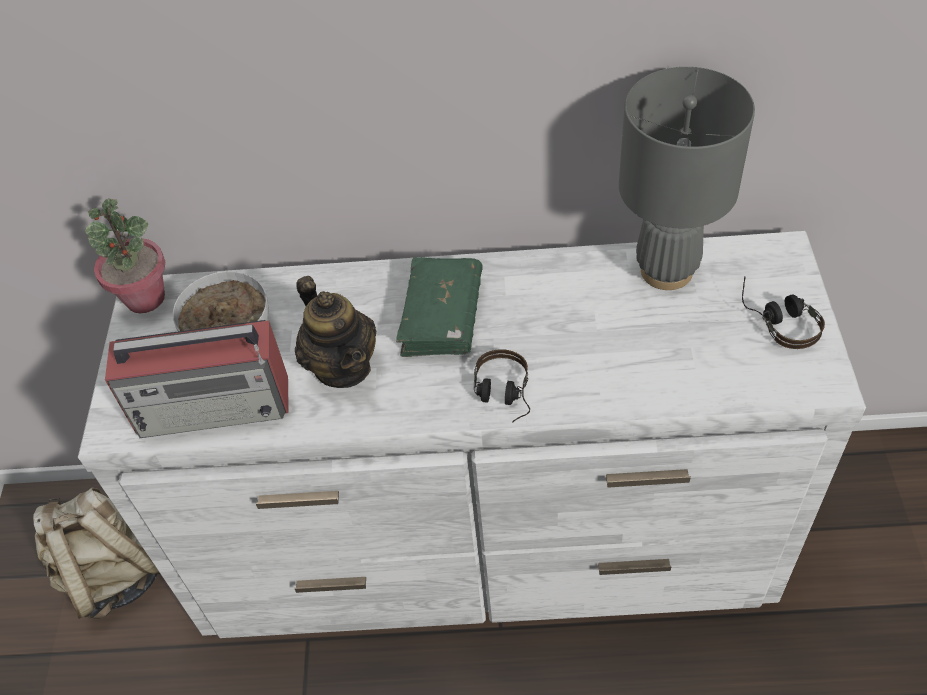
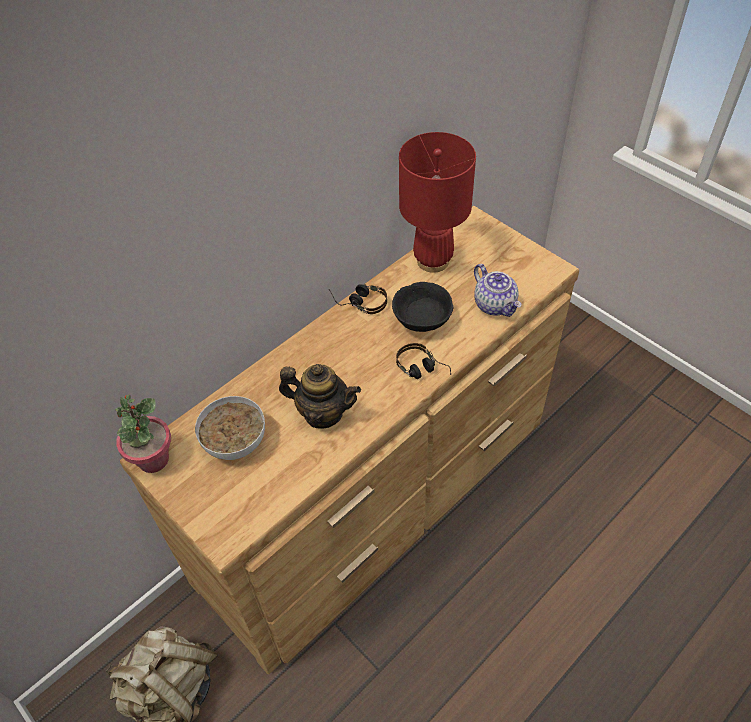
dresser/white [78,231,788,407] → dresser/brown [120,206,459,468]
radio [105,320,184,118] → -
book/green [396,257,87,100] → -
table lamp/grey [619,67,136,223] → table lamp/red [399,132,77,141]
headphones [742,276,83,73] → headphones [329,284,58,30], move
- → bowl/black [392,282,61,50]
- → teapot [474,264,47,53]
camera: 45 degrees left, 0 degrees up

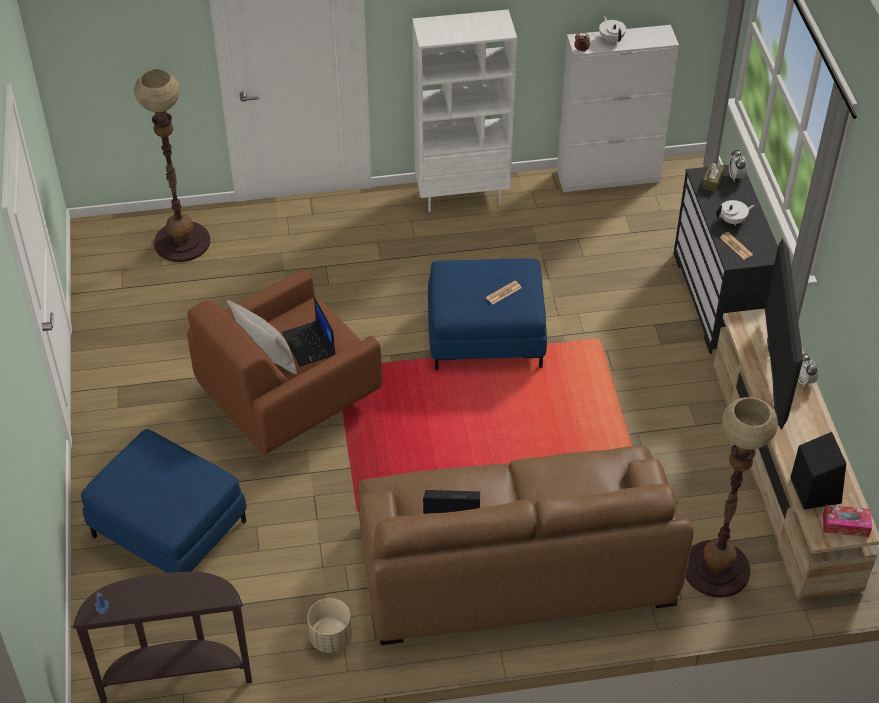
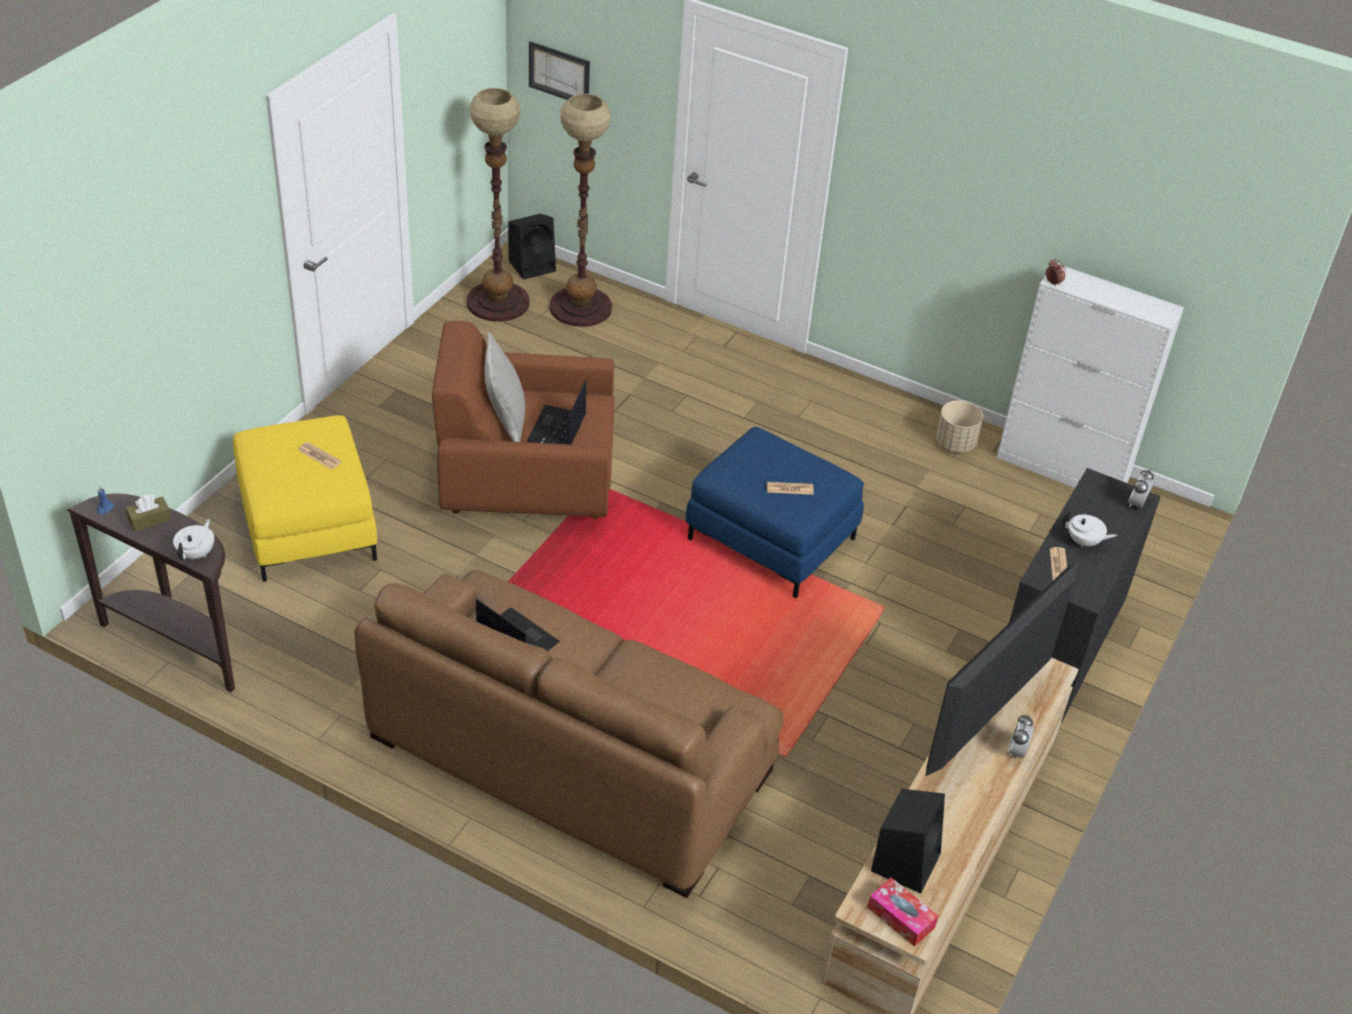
ottoman/blue [81,429,165,144] → ottoman/yellow [233,415,144,167]
planter/beige [307,598,45,55] → planter/beige [936,400,47,53], move
bookcase/white [412,10,105,202] → -
teapot/white [599,16,27,27] → teapot/white [173,519,41,42], move
floor lamp [686,397,92,201] → floor lamp [467,88,63,234], move
tissue box/brown [702,163,22,29] → tissue box/brown [126,495,45,37], move
- → newspaper [298,442,44,28]
- → speaker/black [508,214,48,66]
- → picture [529,41,61,59]
camera: 35 degrees right, 5 degrees down

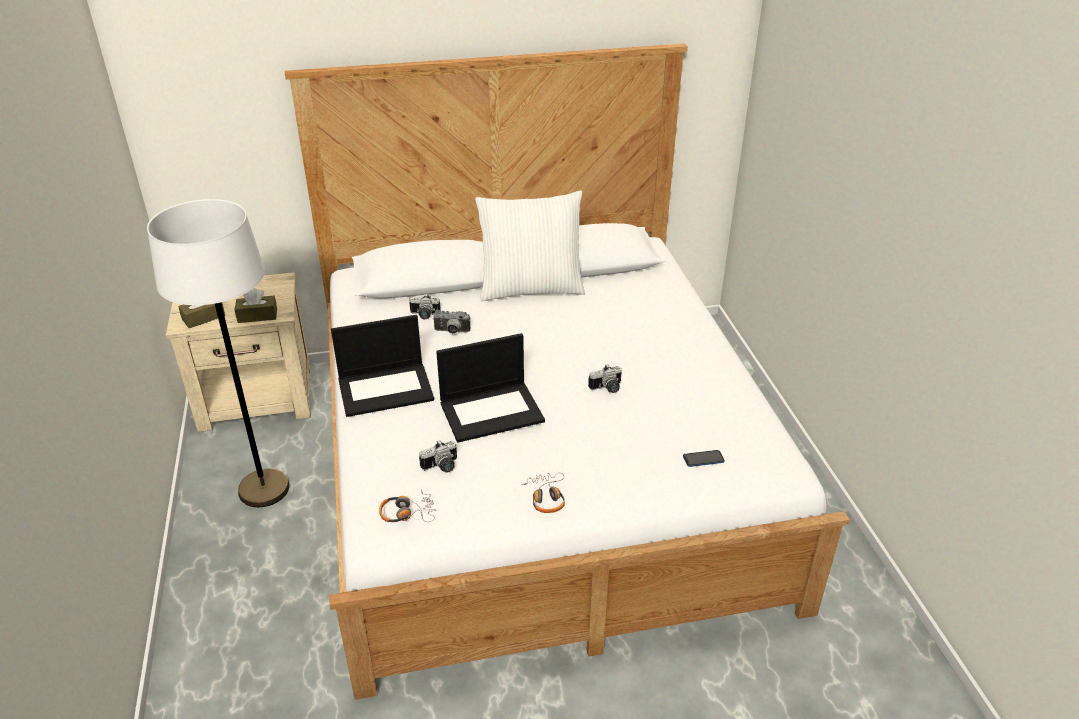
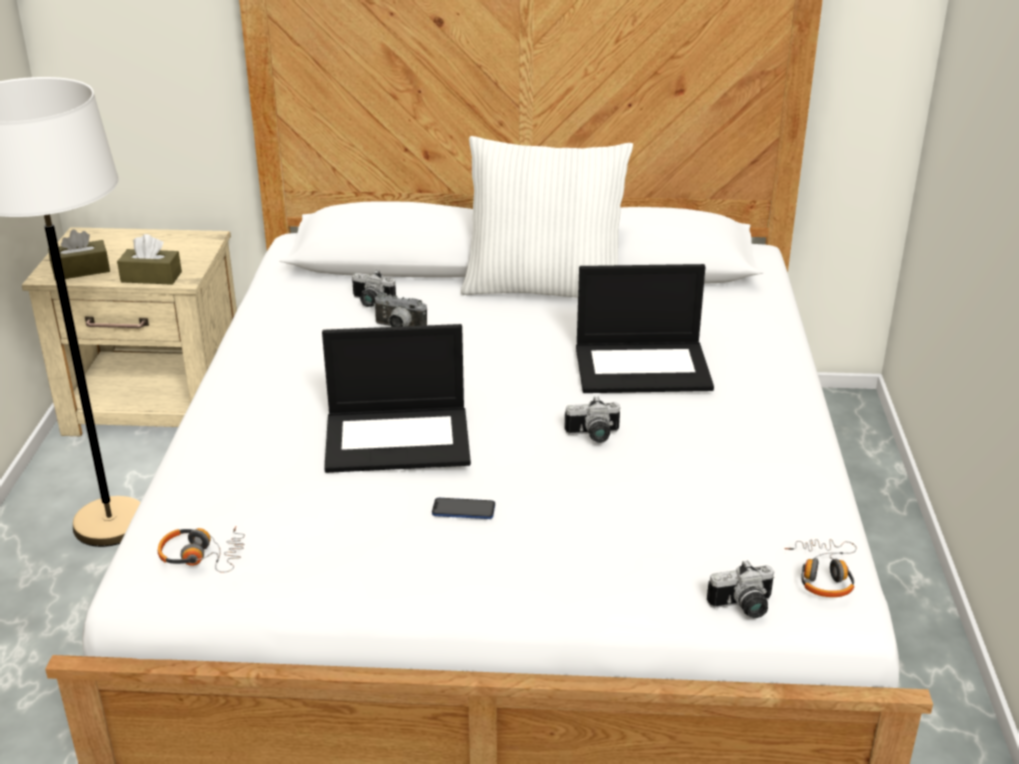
laptop [331,315,103,102] → laptop [576,264,138,129], move
photo camera [419,441,38,32] → photo camera [707,560,67,58], move
headphones [521,472,44,41] → headphones [784,539,73,58], move
phone [683,450,42,17] → phone [432,498,63,21], move
camera: 15 degrees right, 5 degrees down

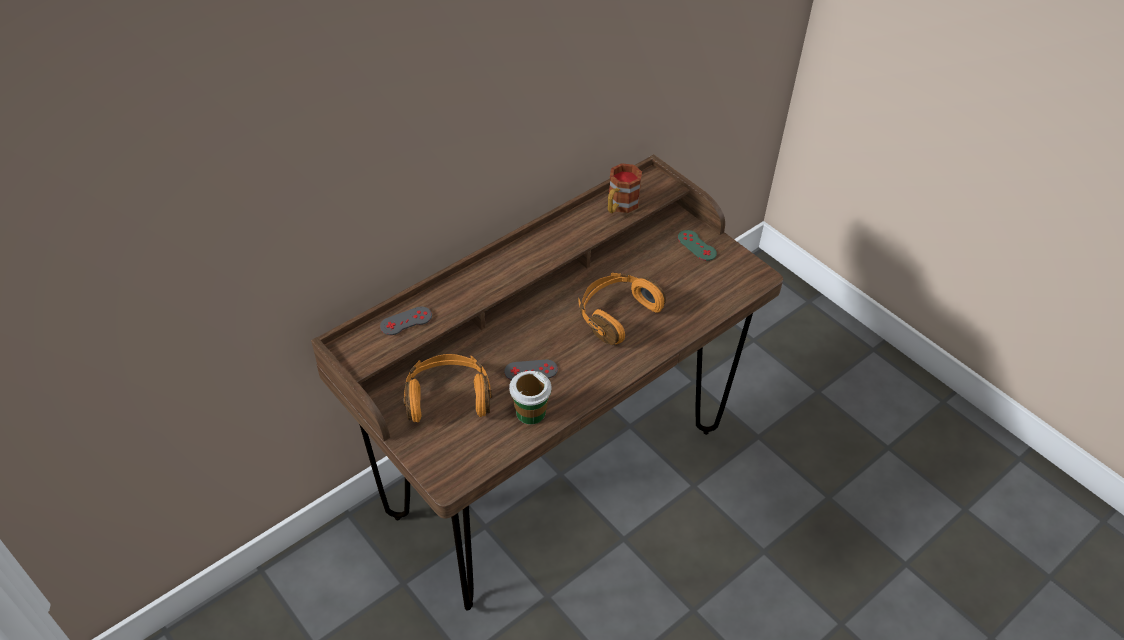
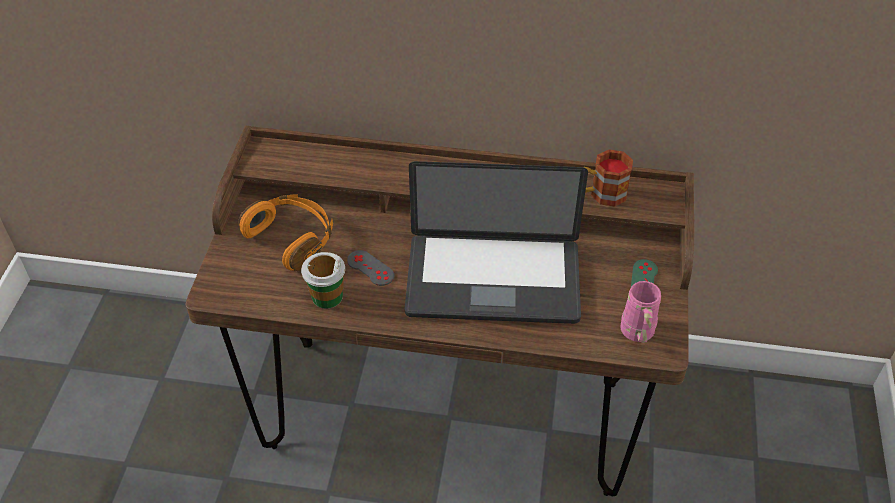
game controller/grey [380,307,52,28] → -
headphones/orange [579,273,87,72] → laptop [405,161,183,163]
- → mug/pink [620,281,41,62]
camera: 50 degrees right, 0 degrees up

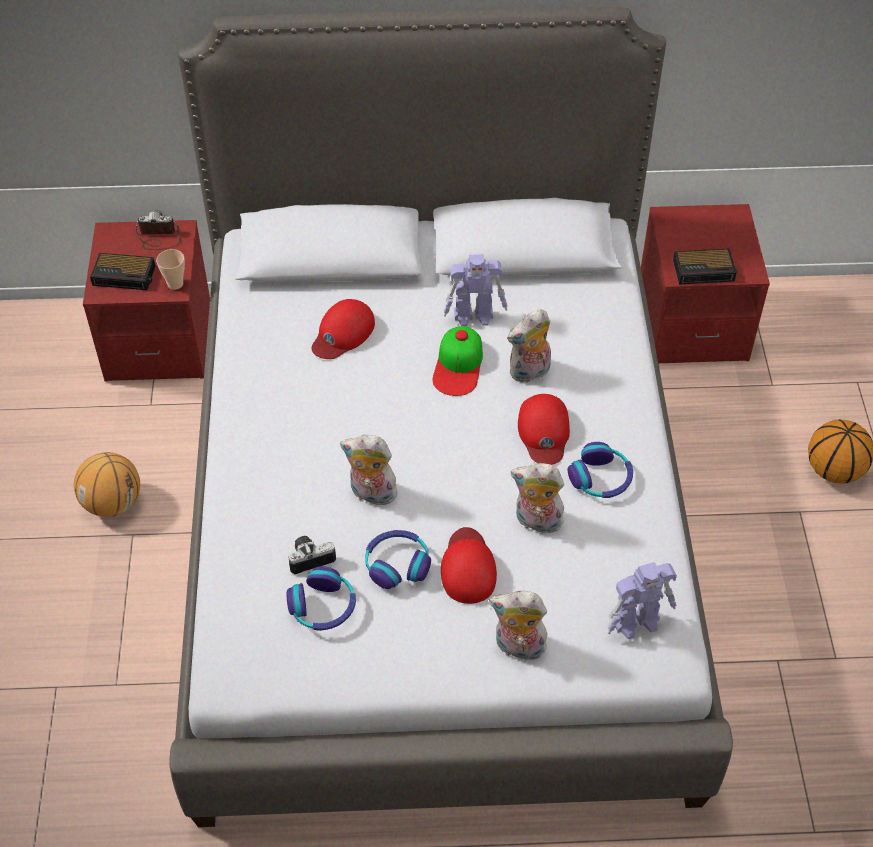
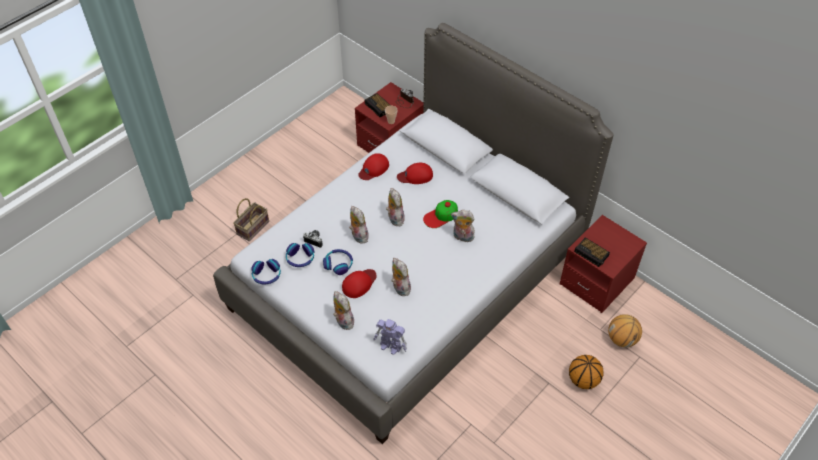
basketball [74,452,66,65] → basketball [608,314,34,33], move
toy robot [444,254,63,72] → -
cap/red [518,394,52,71] → cap/red [358,153,31,27], move
headphones [568,442,65,56] → headphones [251,259,30,26], move
- → basket [233,198,36,43]
- → plush toy [386,188,19,38]
camera: 45 degrees right, 0 degrees up

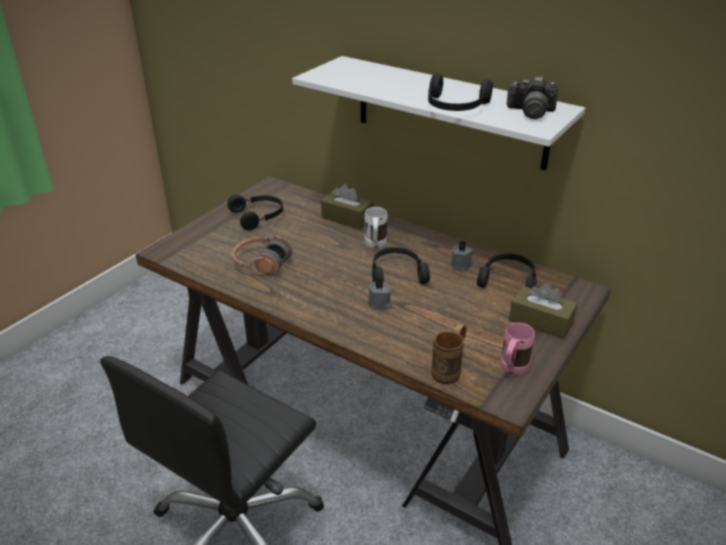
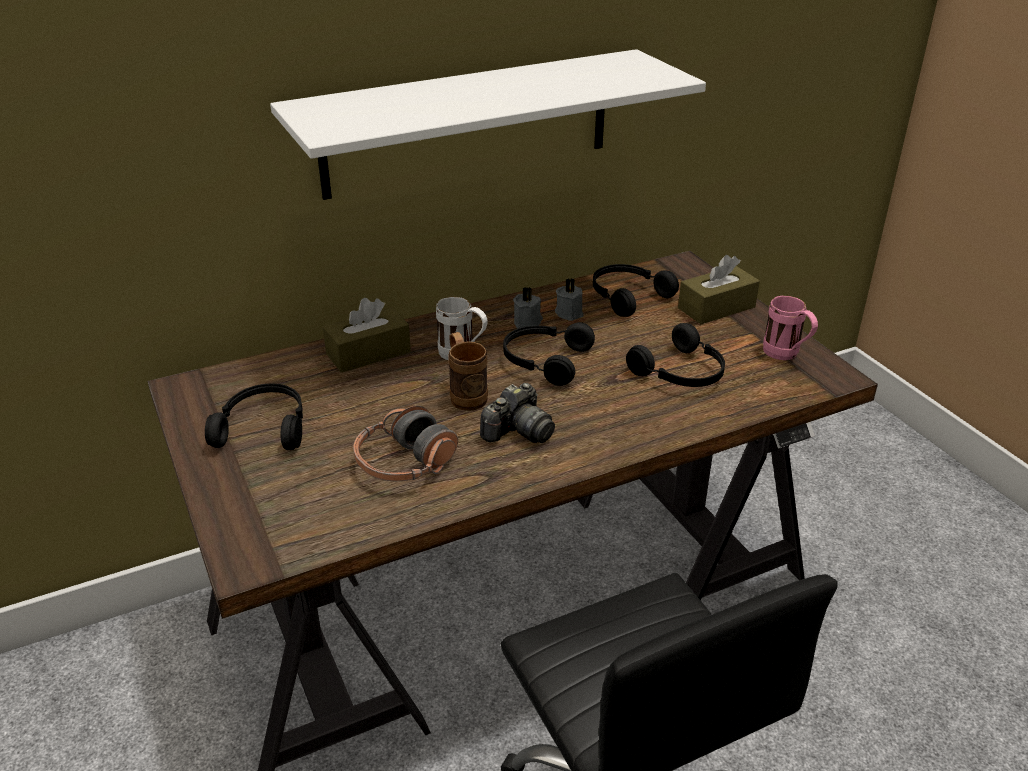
candle/grey [368,277,24,33] → candle/grey [513,287,30,41], move
headphones/black [428,74,65,37] → headphones/black [626,323,99,64], move
mug/brown [431,324,35,60] → mug/brown [448,332,40,79], move
photo camera [506,76,52,43] → photo camera [480,383,75,60], move
camera: 60 degrees left, 0 degrees up

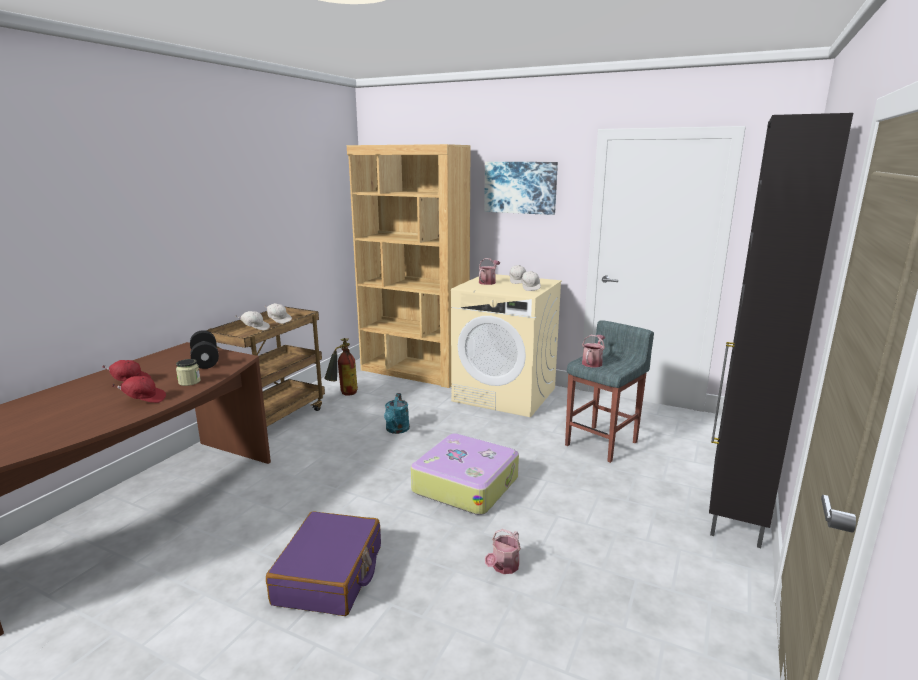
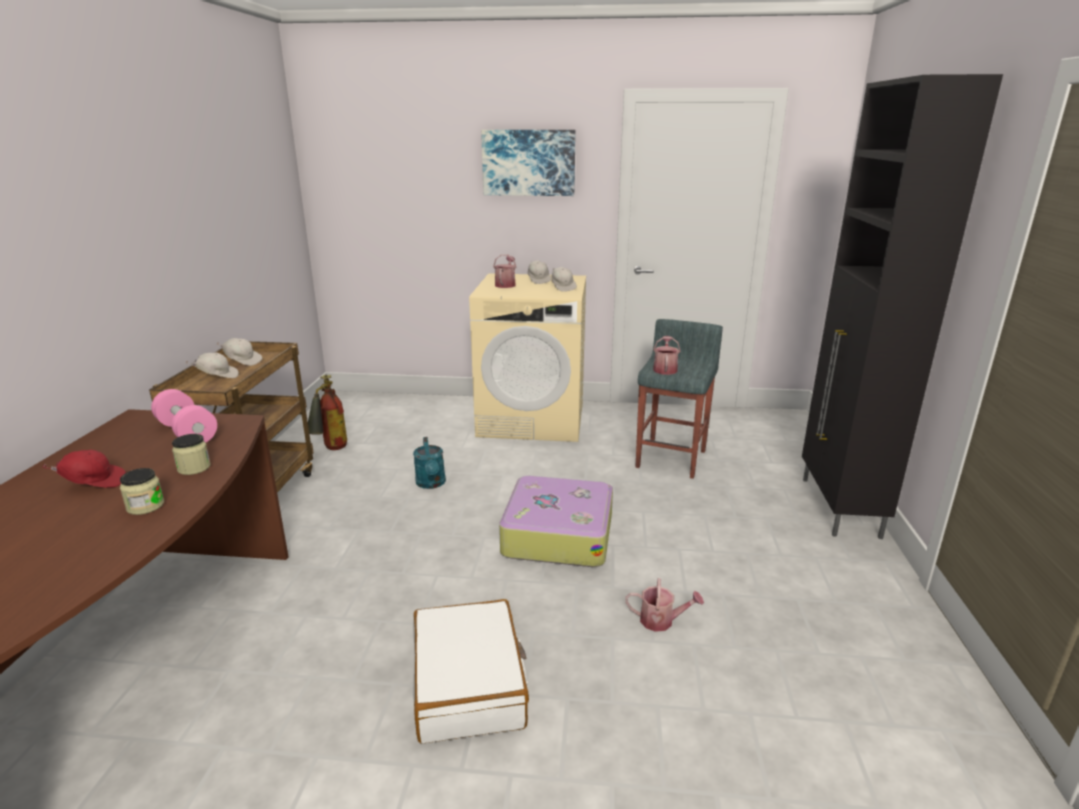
cap/red [112,376,54,27] → jar [120,468,44,47]
dumbbell/black [190,330,29,39] → dumbbell/pink [151,389,66,53]
suitcase/purple [266,511,115,105] → suitcase/white [413,599,116,145]
bookcase/brown [347,144,124,244] → -
watering can [485,529,36,45] → watering can [625,578,79,54], 90 degrees counterclockwise
camera: 20 degrees left, 5 degrees up

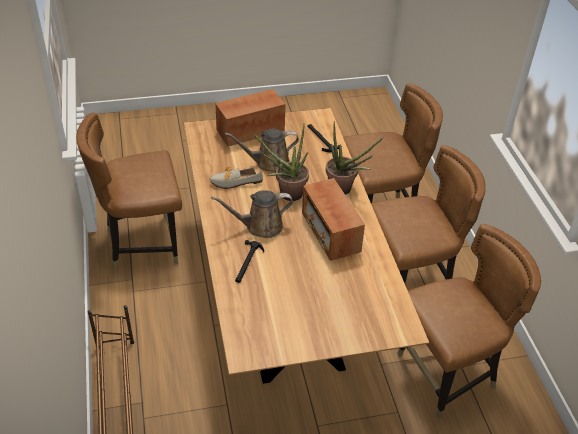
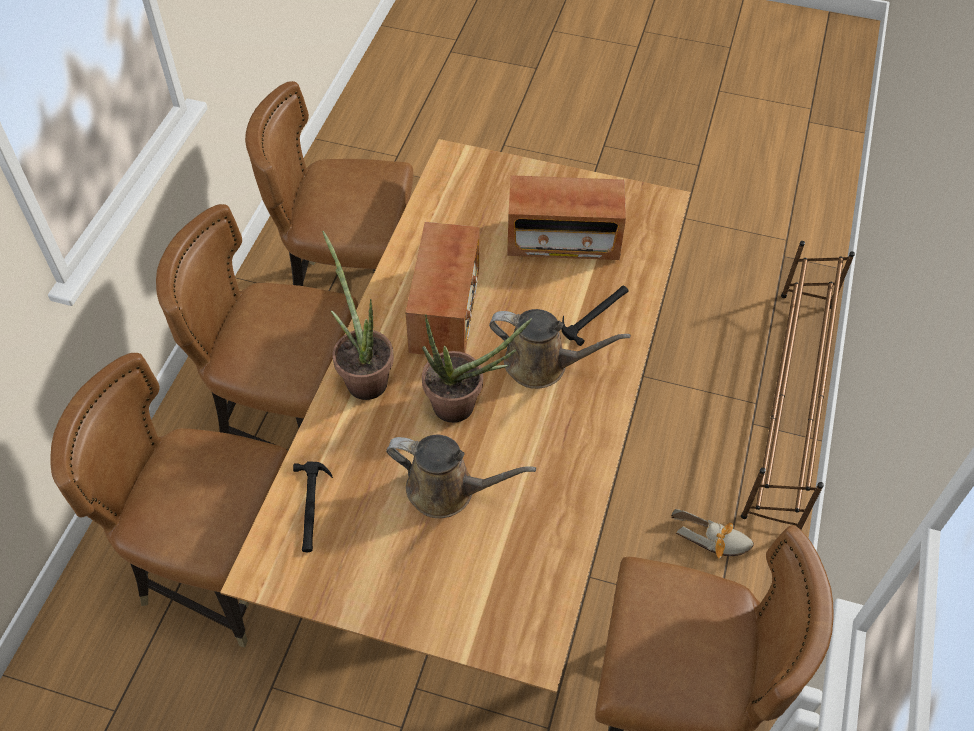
shoe [210,167,53,22] → shoe [671,509,83,50], move
radio [215,89,70,57] → radio [507,175,119,85], move
camera: 150 degrees left, 10 degrees up

